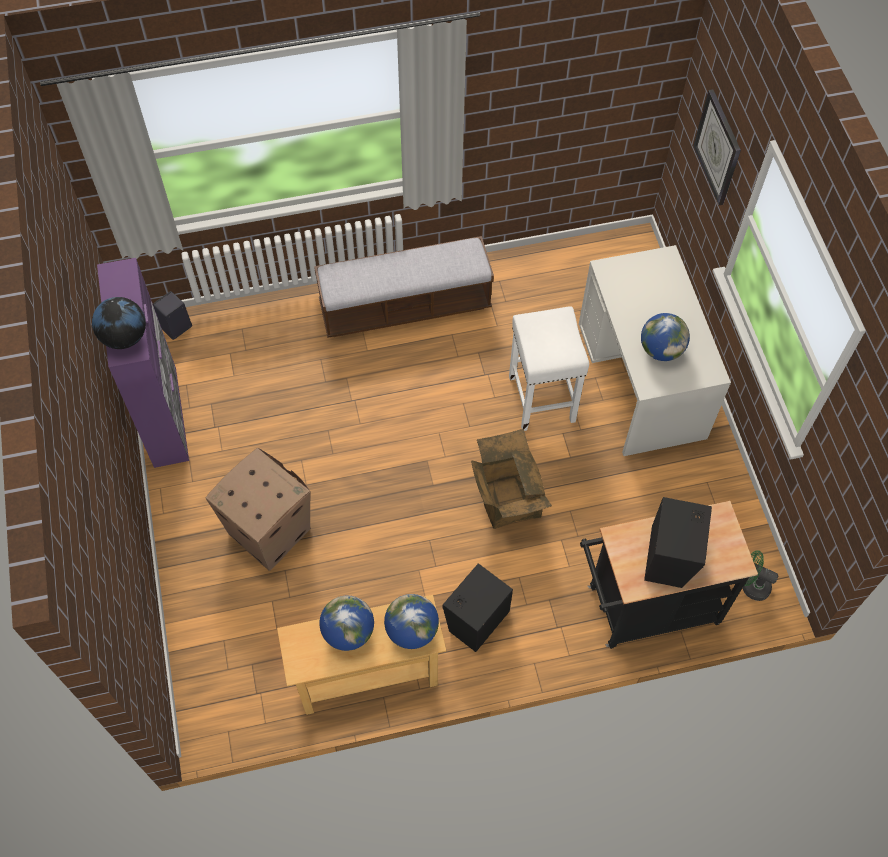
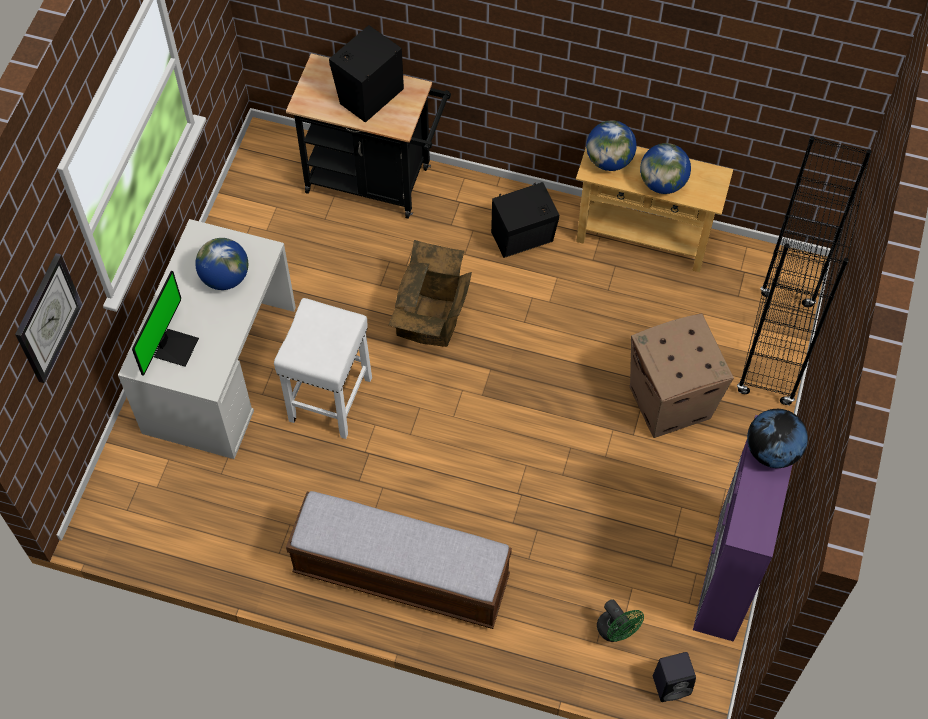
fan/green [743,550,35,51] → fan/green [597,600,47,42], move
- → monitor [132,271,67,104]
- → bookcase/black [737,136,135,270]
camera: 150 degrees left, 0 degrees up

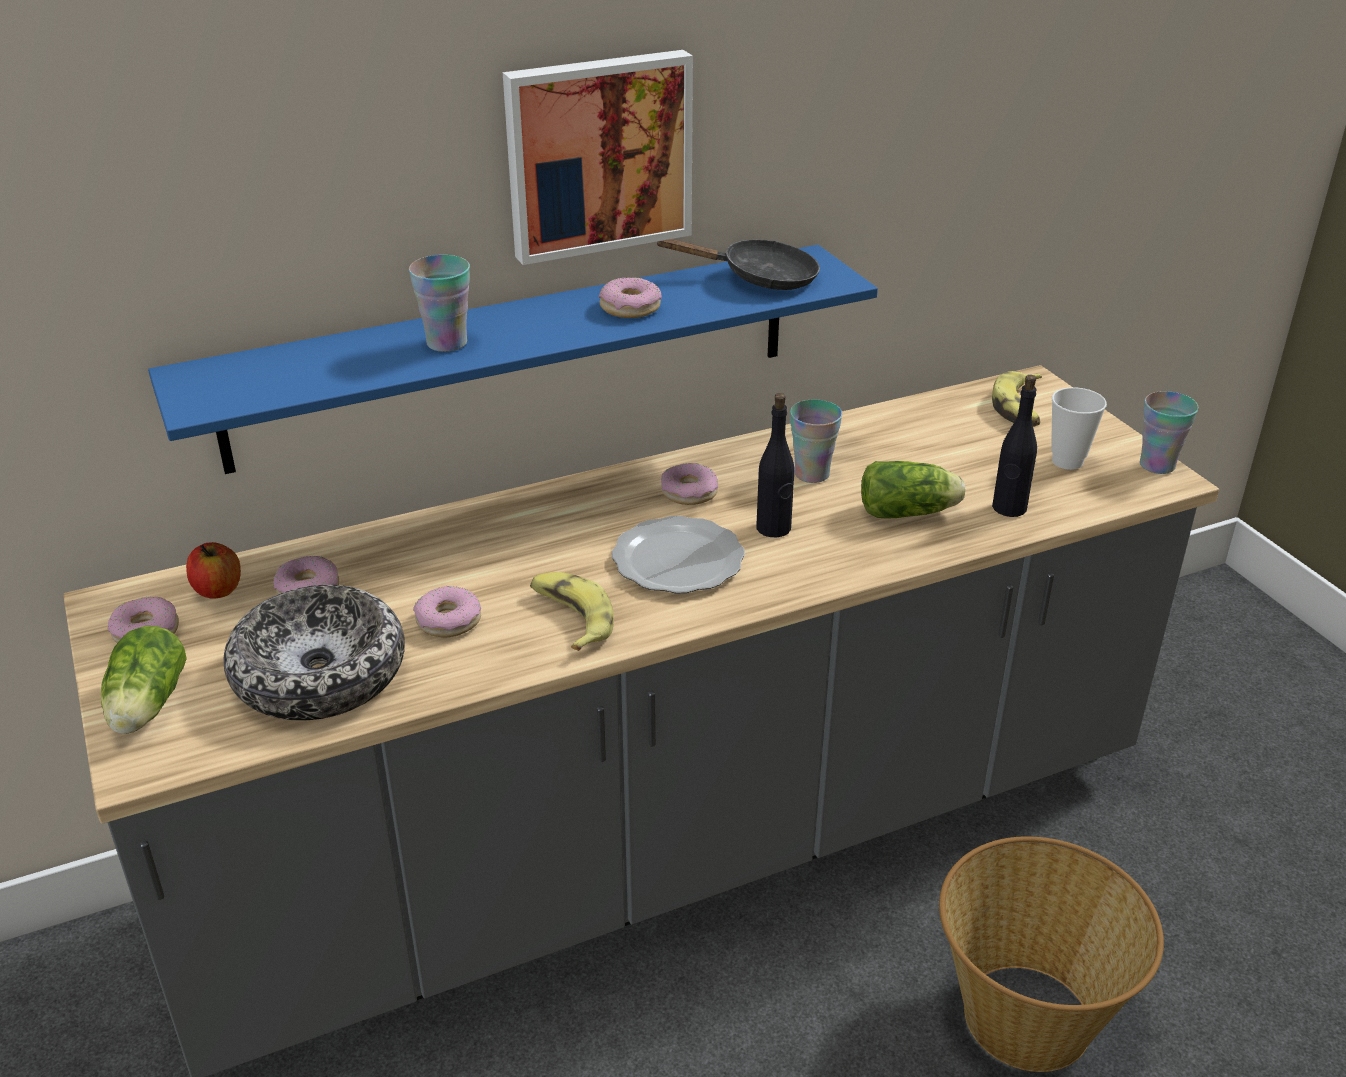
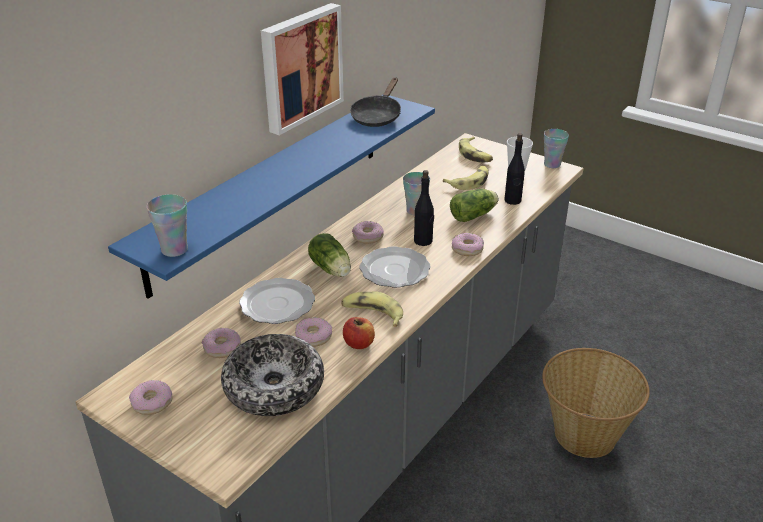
lettuce [101,626,86,108] → lettuce [308,233,43,44], move
apple [186,542,55,56] → apple [343,317,32,32], move
cup [409,255,61,97] → cup [146,194,42,63], move
donut [599,277,63,41] → donut [452,233,32,23], move
frying pan/black [657,239,163,51] → frying pan/black [350,78,51,49], 135 degrees clockwise
- → plate [239,278,76,46]
- → banana [443,166,46,24]
camera: 30 degrees left, 0 degrees up

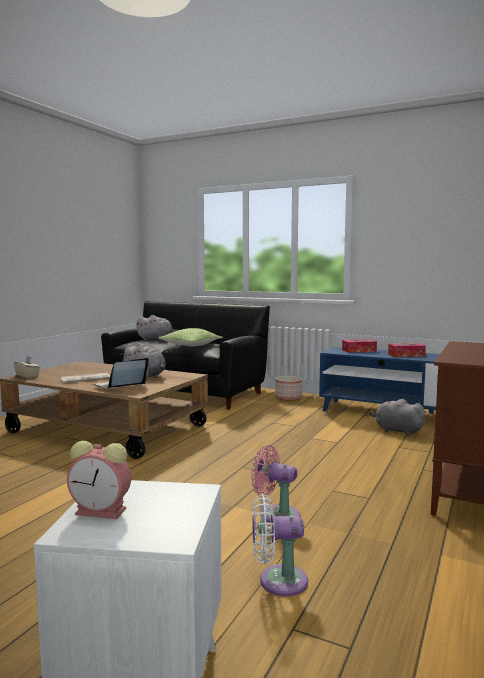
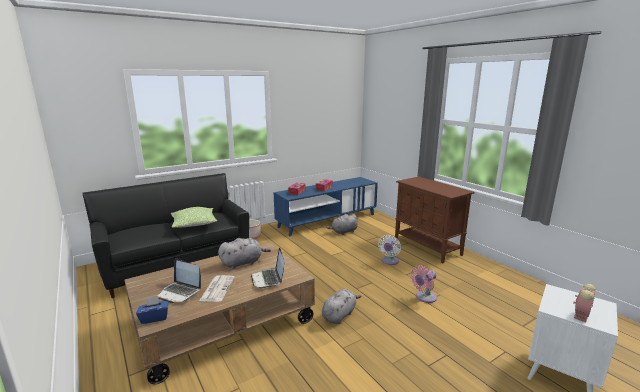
tissue box/beige [14,356,26,22] → tissue box/blue [136,296,33,28]
plush toy/grey [135,315,42,25] → plush toy/grey [322,289,40,35], move
fan/white [253,494,55,102] → fan/white [378,235,23,30], move
- → laptop [156,258,45,45]
camera: 60 degrees left, 10 degrees up

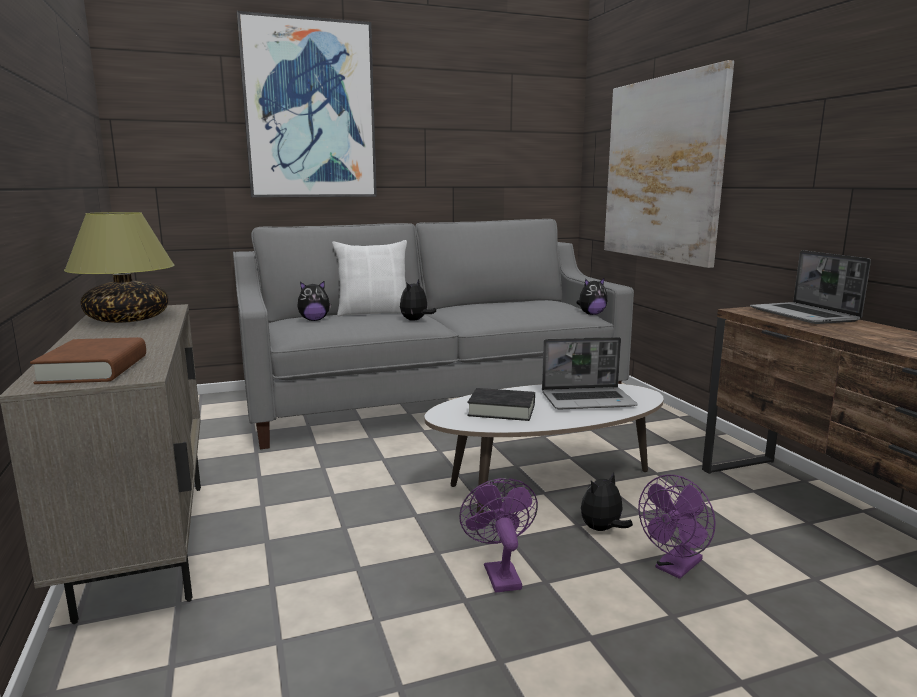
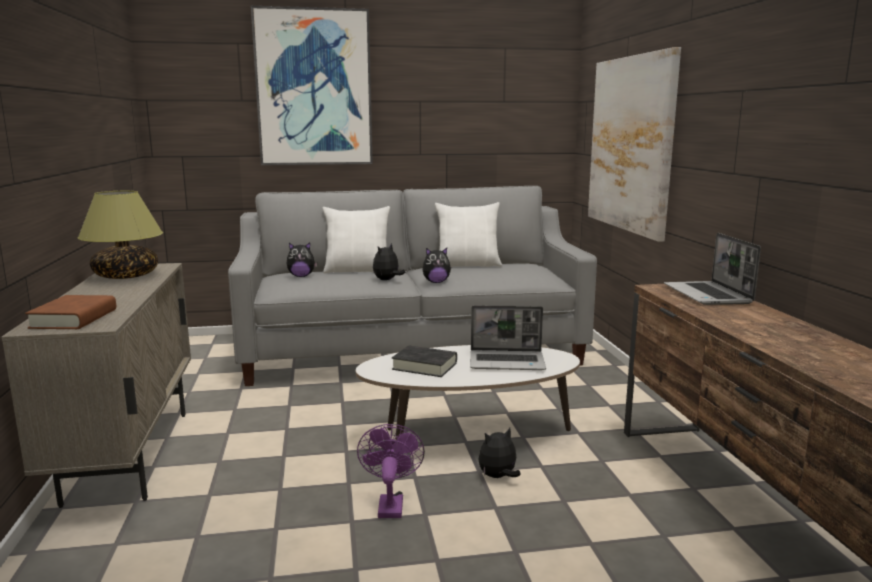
plush toy [576,278,31,37] → plush toy [423,248,28,35], move
fan/purple [638,474,78,105] → -
- → pillow/white [435,202,67,65]
camera: 10 degrees right, 0 degrees up

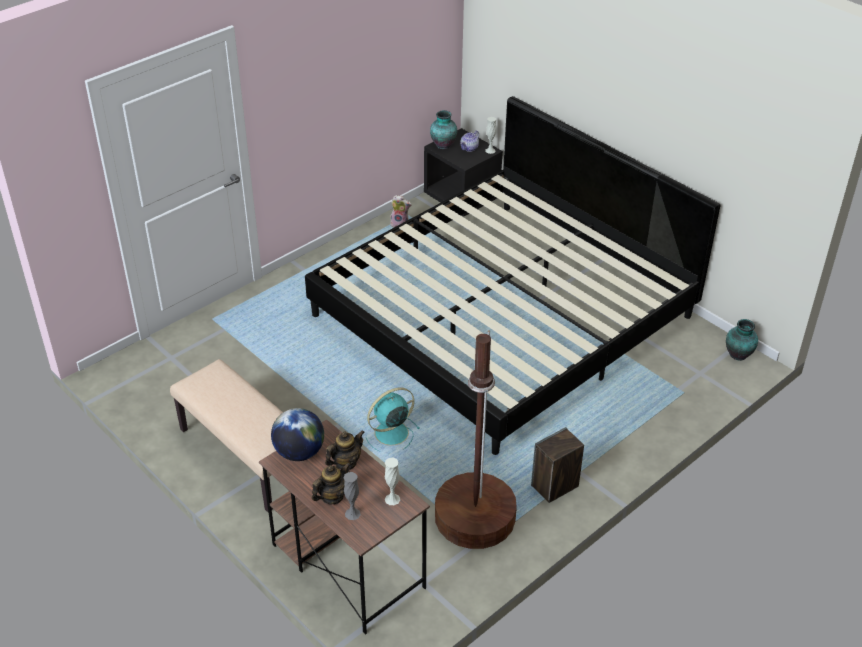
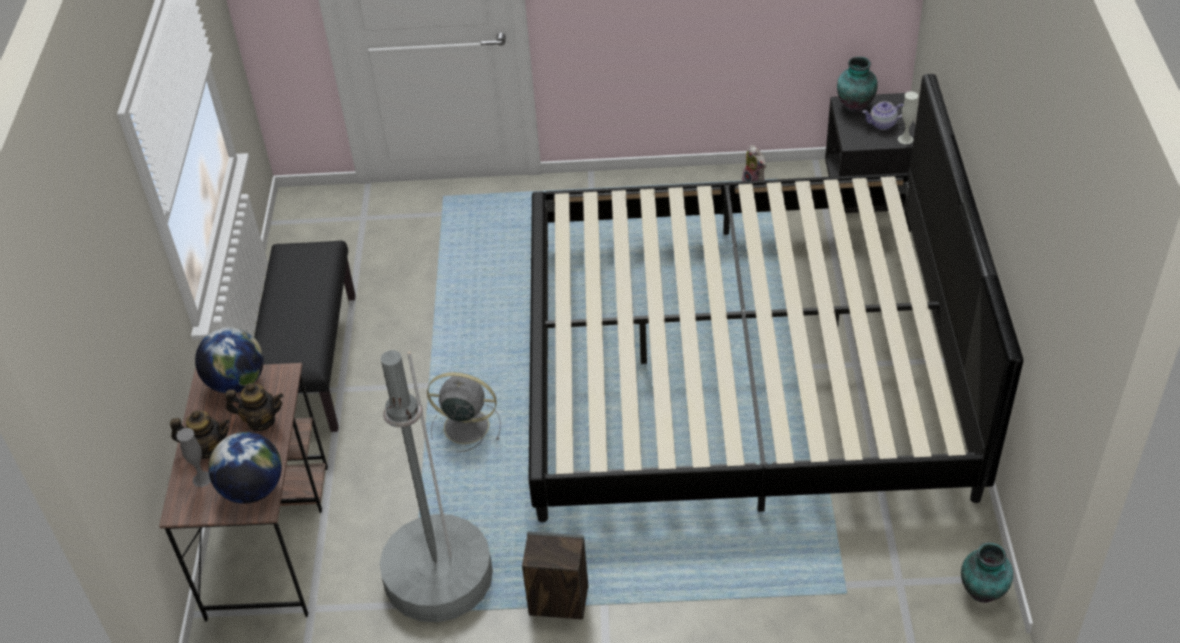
bench/beige [170,359,113,153] → bench/black [254,241,102,191]
fan/turquoise [366,387,54,64] → fan/grey [427,372,74,80]
vase/white [385,458,15,47] → globe [208,432,74,72]
floor lamp/brown [435,330,82,219] → floor lamp/grey [380,350,113,272]
camera: 45 degrees right, 5 degrees up

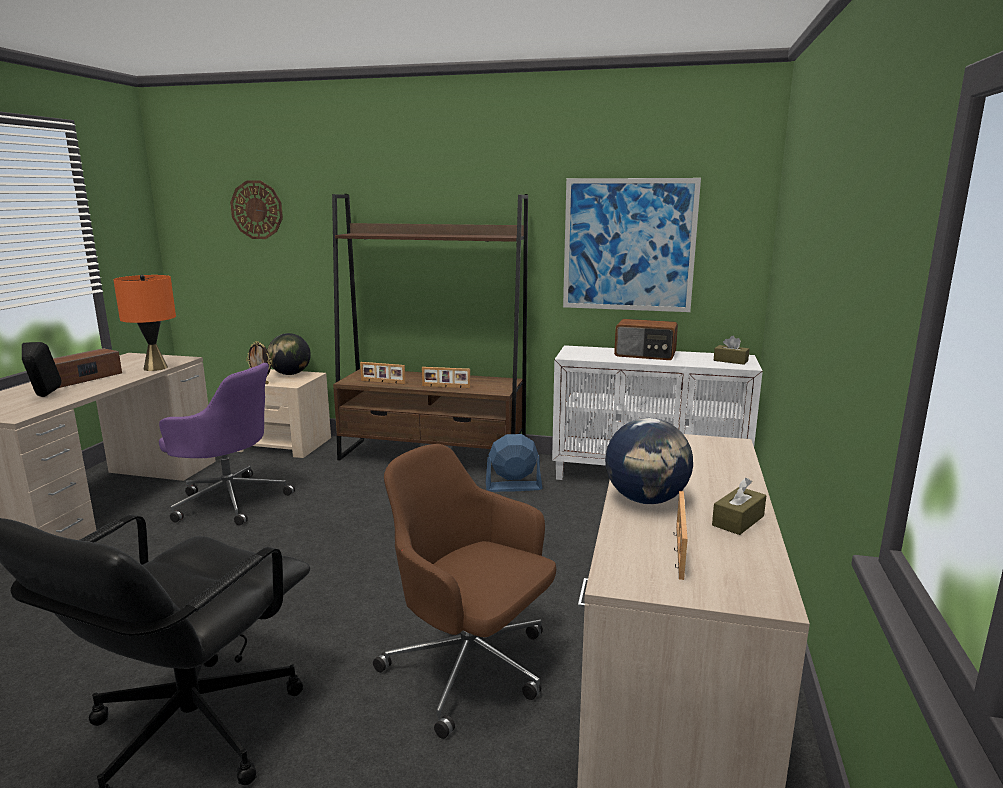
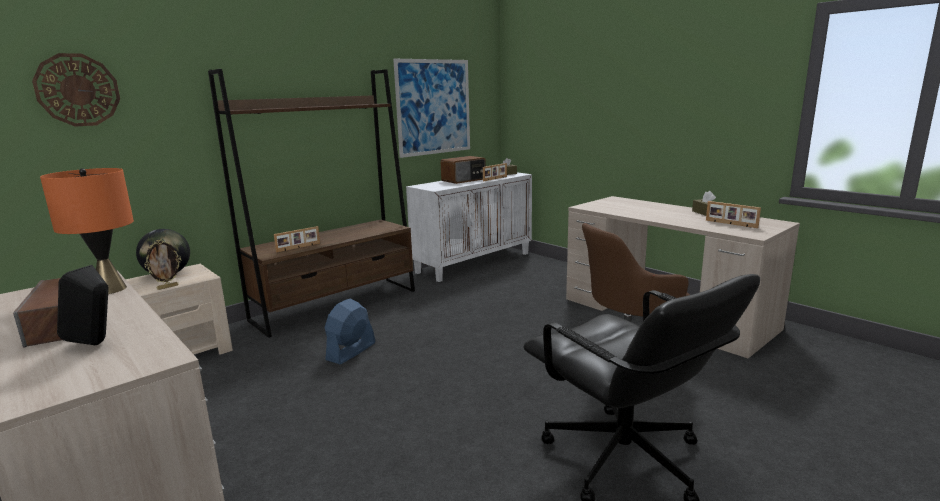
office chair/purple [159,363,136,163] → -
picture frame [422,367,48,21] → picture frame [483,163,24,18], move
fan/blue [486,434,56,58] → fan/blue [325,299,50,65], move
globe [605,418,88,86] → -
camera: 55 degrees left, 0 degrees up

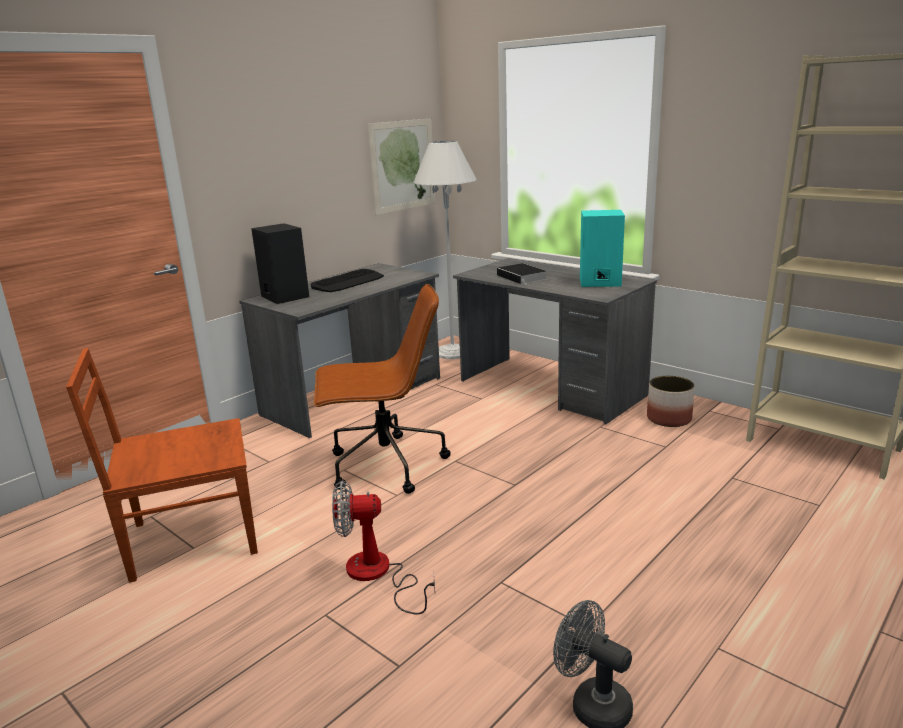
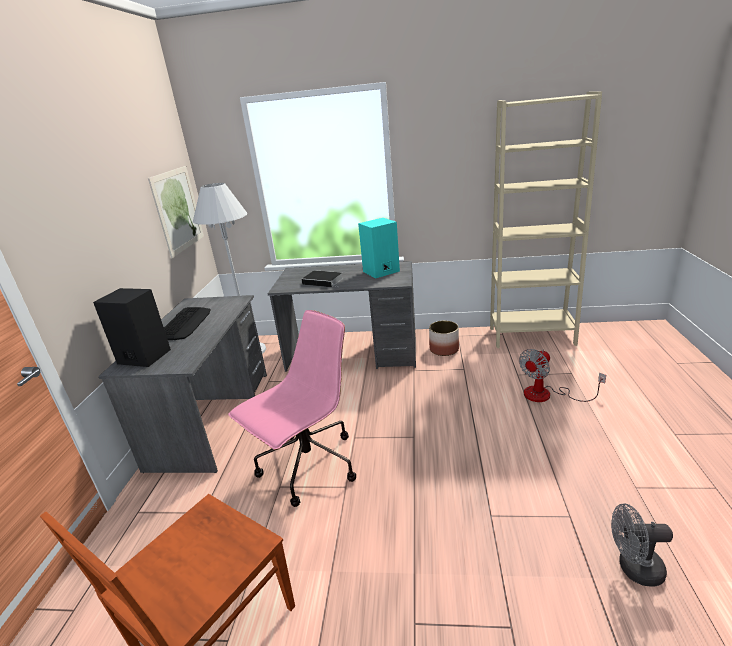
office chair/brown [314,284,137,210] → office chair/pink [228,310,128,197]
fan [332,480,103,134] → fan [519,349,87,53], move
camera: 35 degrees left, 5 degrees up

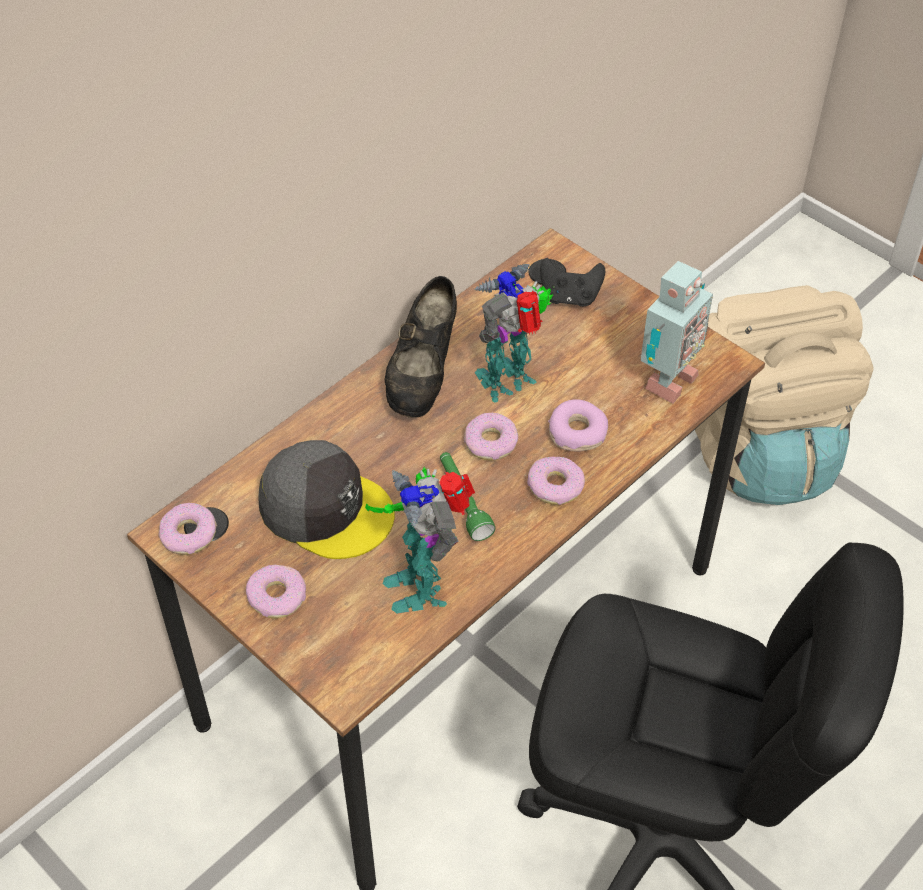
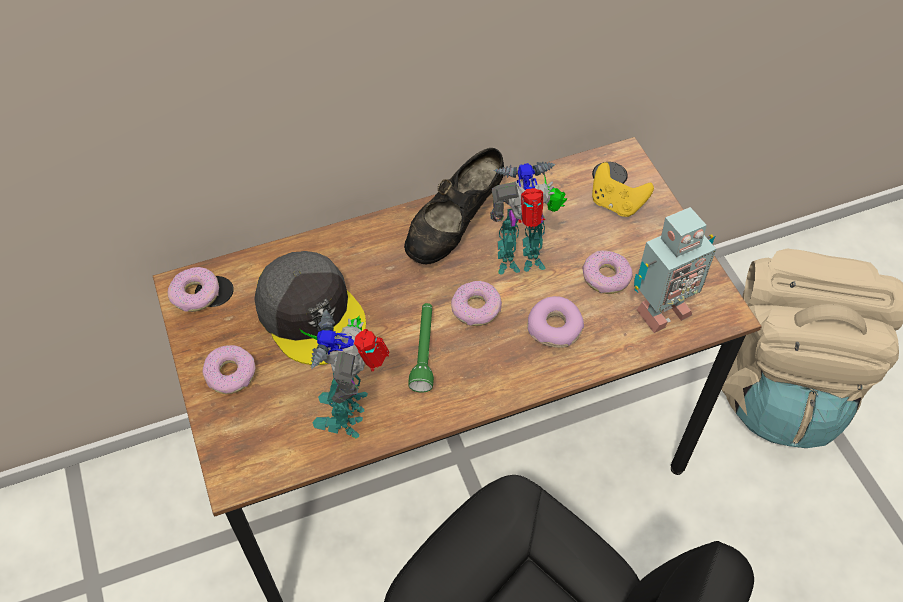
donut [527,456,58,49] → donut [582,250,51,44], move
game controller/black [540,258,65,49] → game controller/yellow [592,162,62,55]
camera: 25 degrees right, 5 degrees up

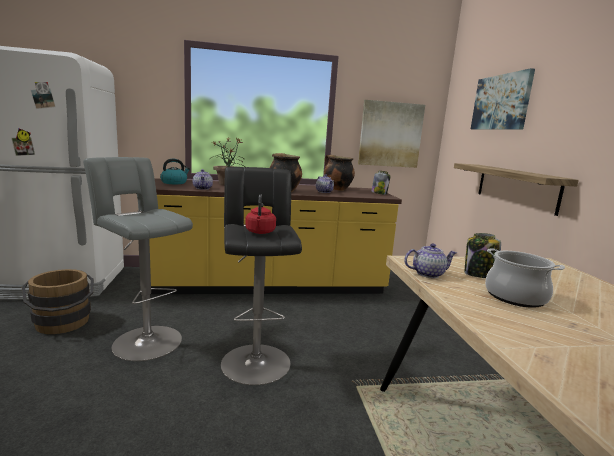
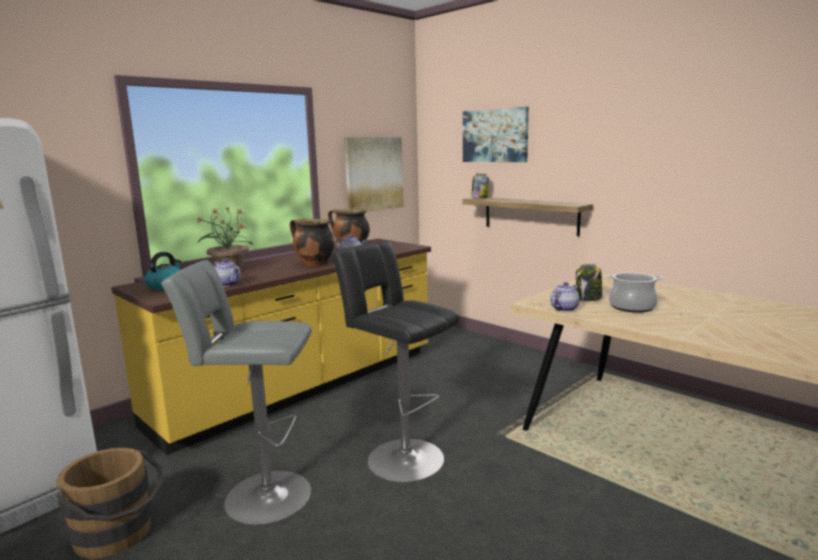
kettle/red [245,194,31,40] → -
jar [371,171,19,24] → jar [471,174,18,24], move
camera: 35 degrees left, 0 degrees up

